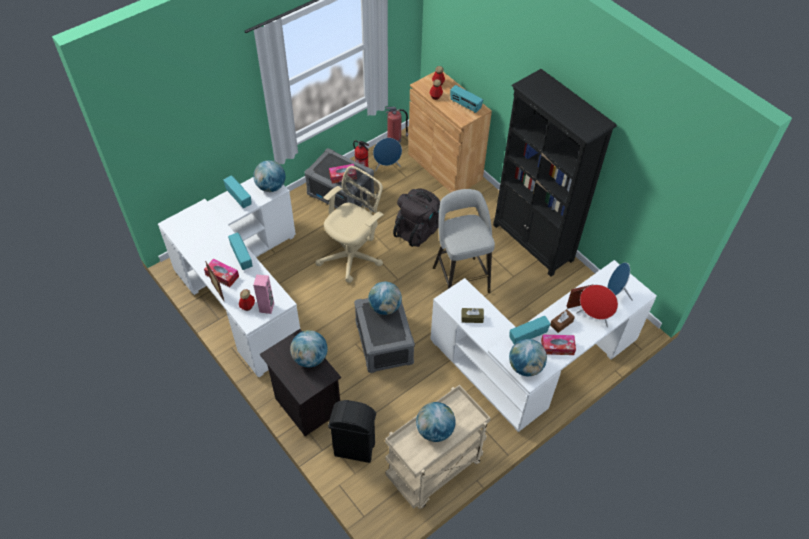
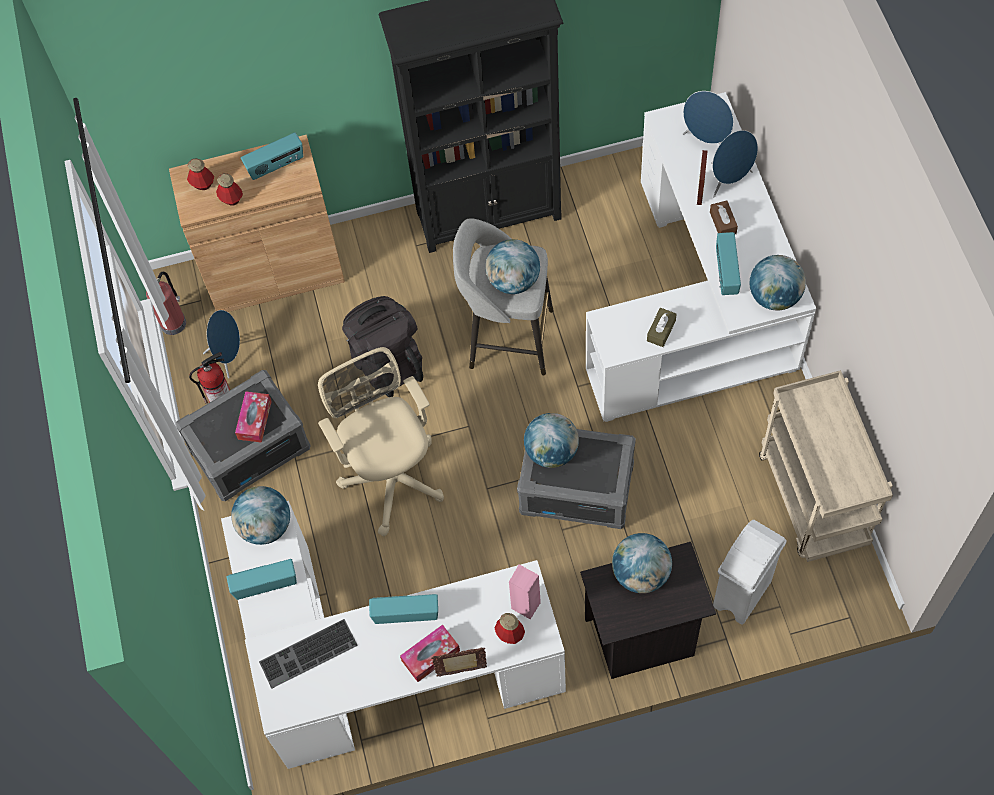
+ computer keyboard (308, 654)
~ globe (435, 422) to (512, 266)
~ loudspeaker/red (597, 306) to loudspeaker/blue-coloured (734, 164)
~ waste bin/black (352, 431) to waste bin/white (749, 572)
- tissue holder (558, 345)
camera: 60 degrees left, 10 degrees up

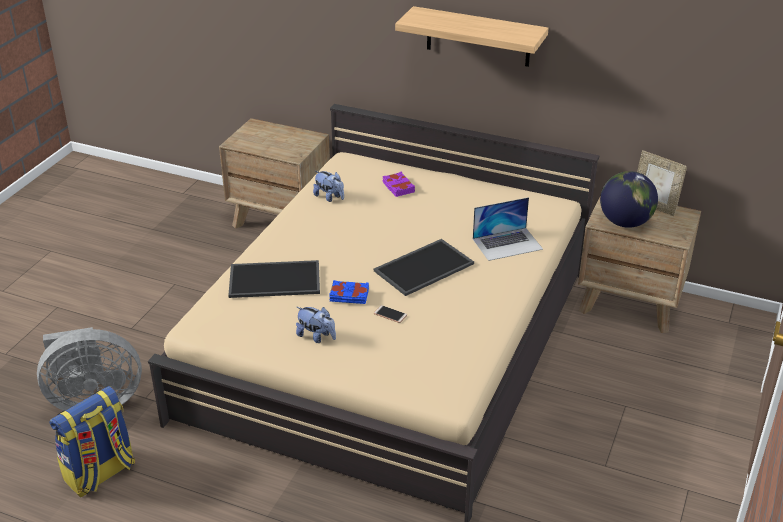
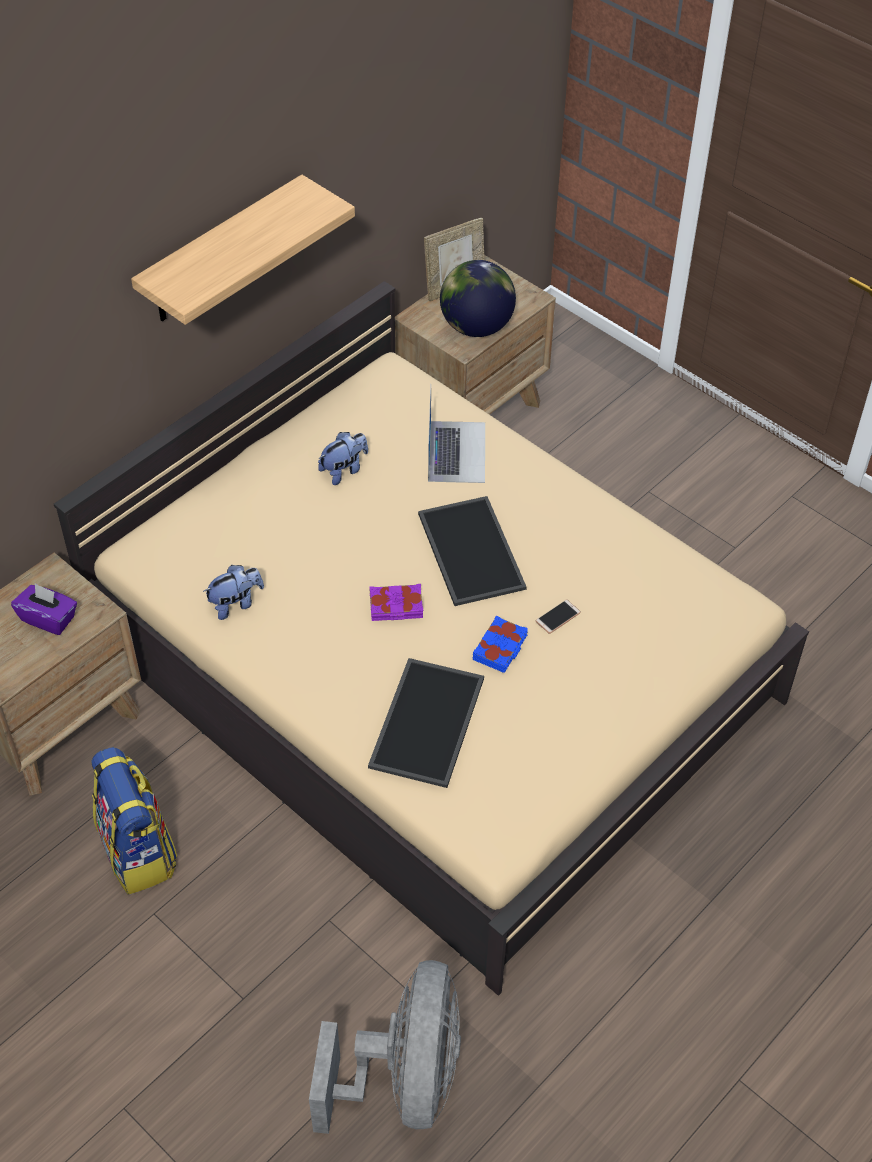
+ tissue holder/purple (44, 609)
~ rucksack (92, 441) to (134, 821)
~ plush toy (316, 325) to (343, 458)
~ volume/purple (399, 184) to (396, 602)
camera: 70 degrees left, 15 degrees up

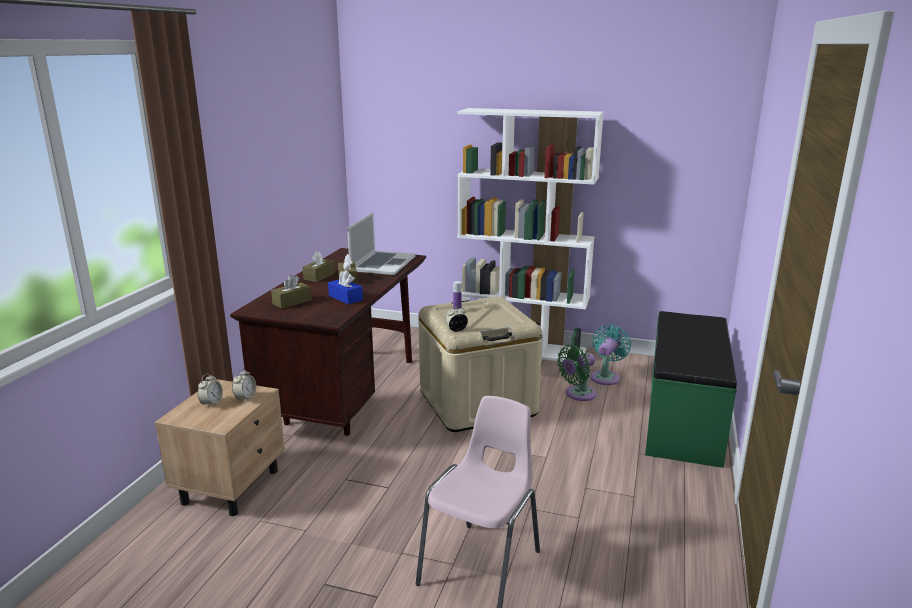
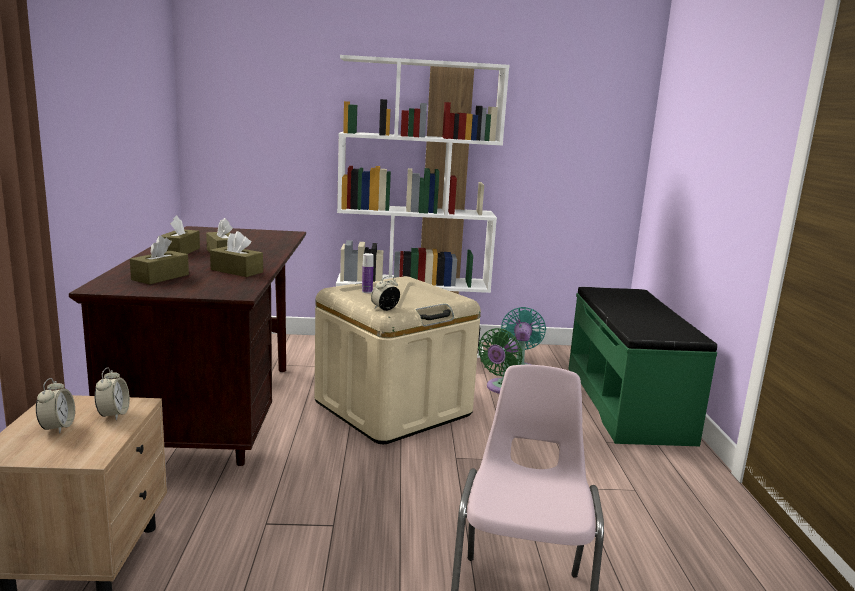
~ tissue holder/blue-coloured (345, 287) to tissue holder/brown-coloured (236, 254)
- portable computer (381, 243)
camera: 20 degrees left, 5 degrees down

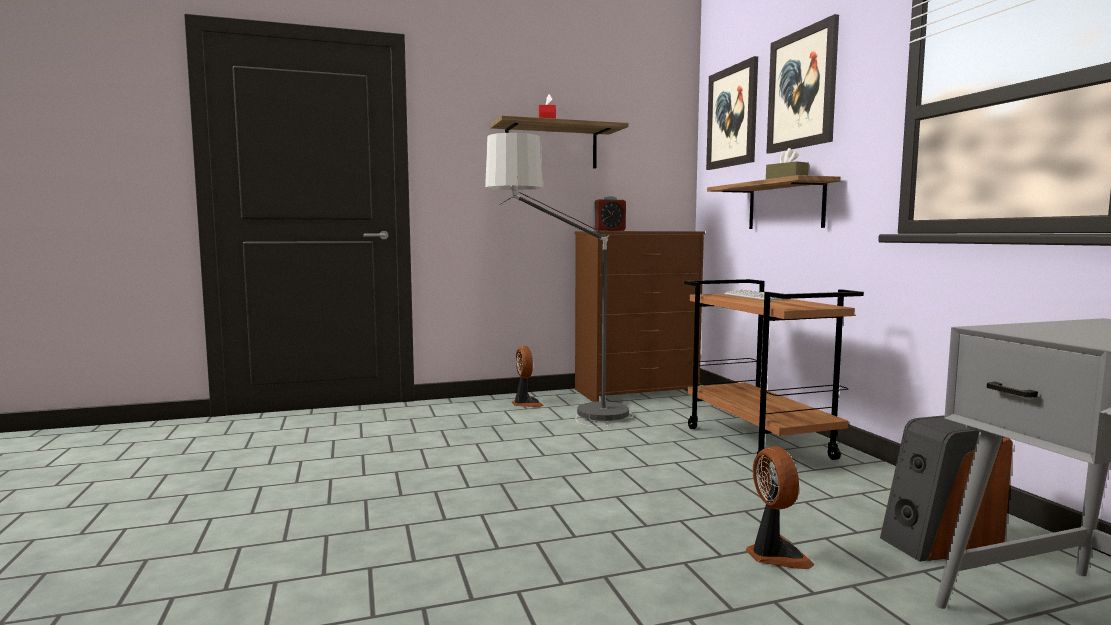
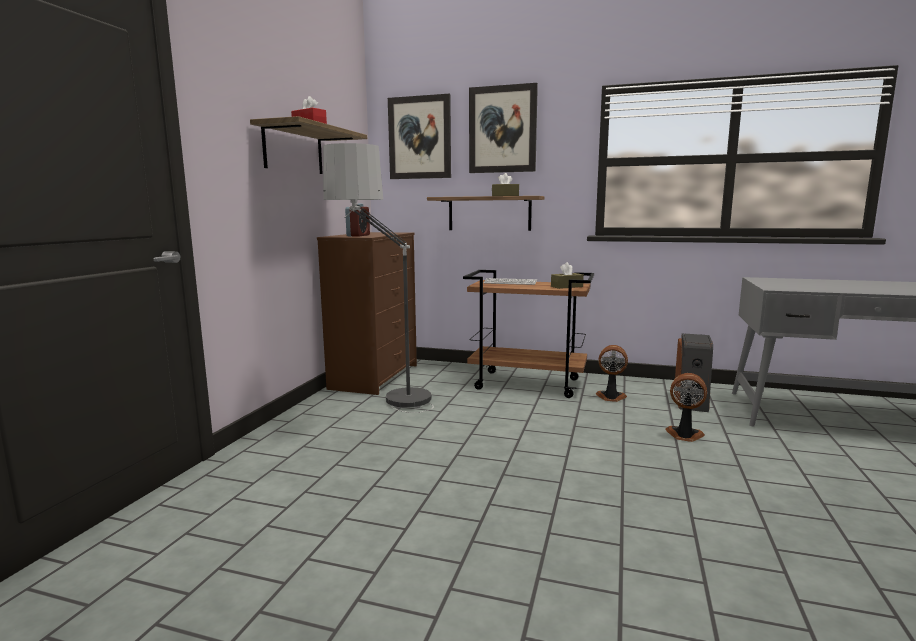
+ tissue holder/brown-coloured (567, 275)
~ electric fan (528, 376) to (611, 373)
camera: 55 degrees left, 5 degrees up

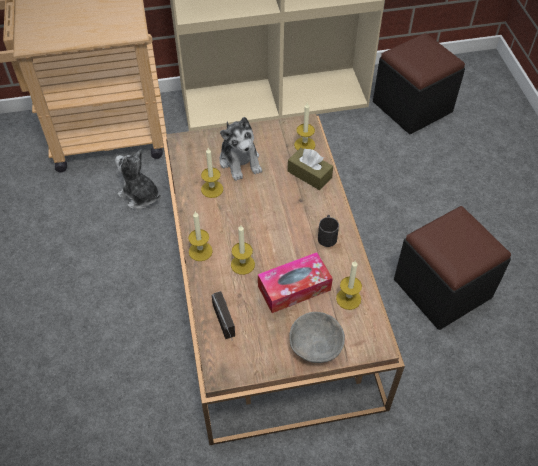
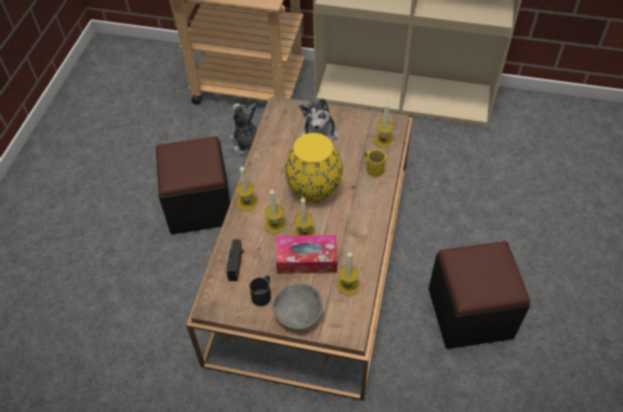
~ ottoman/black (419, 83) to (193, 185)
~ mug/black (328, 231) to (260, 290)
+ flower vase/yellow-coloured (314, 168)
~ candle (212, 173) to (304, 216)
~ tissue holder/brown-coloured (310, 169) to mug/yellow-coloured (375, 163)
camera: 25 degrees right, 0 degrees up

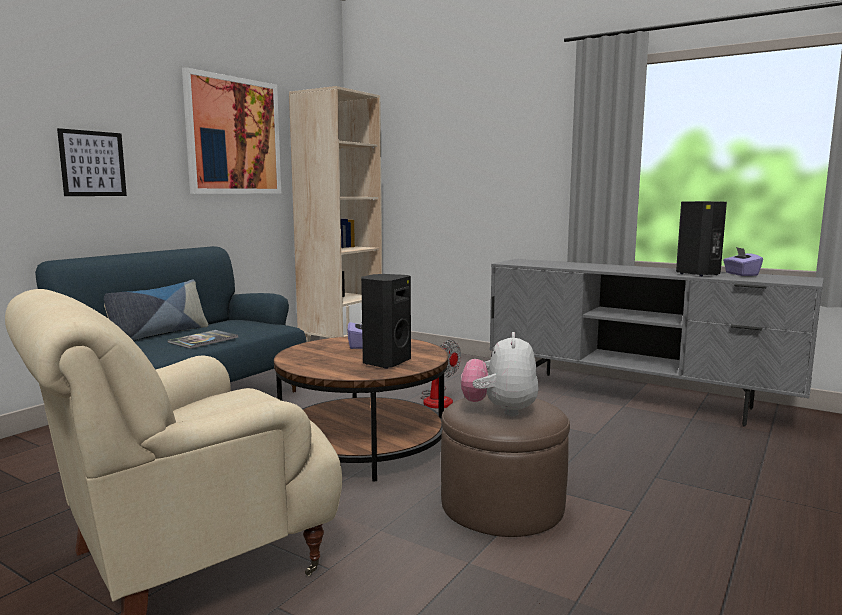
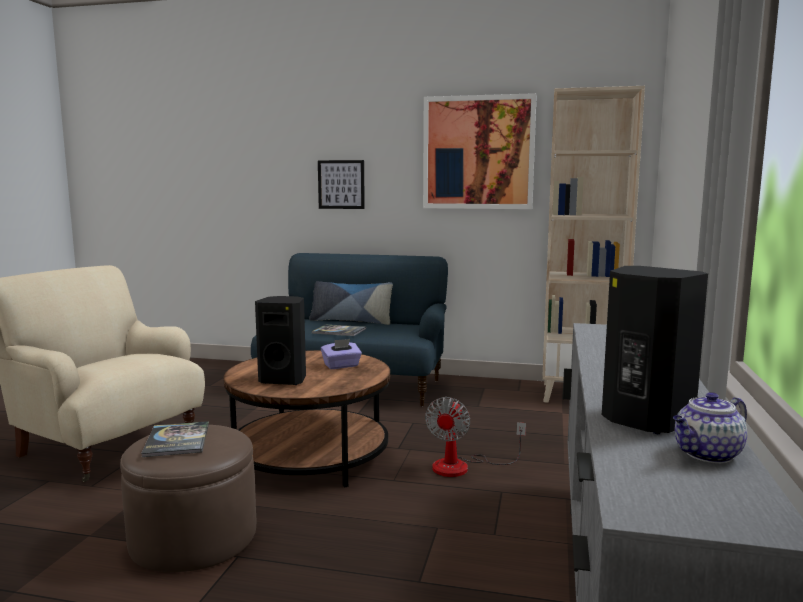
~ plush toy (499, 374) to volume (175, 439)
~ tissue holder/purple (743, 261) to pot for tea (710, 427)
camera: 70 degrees right, 0 degrees up

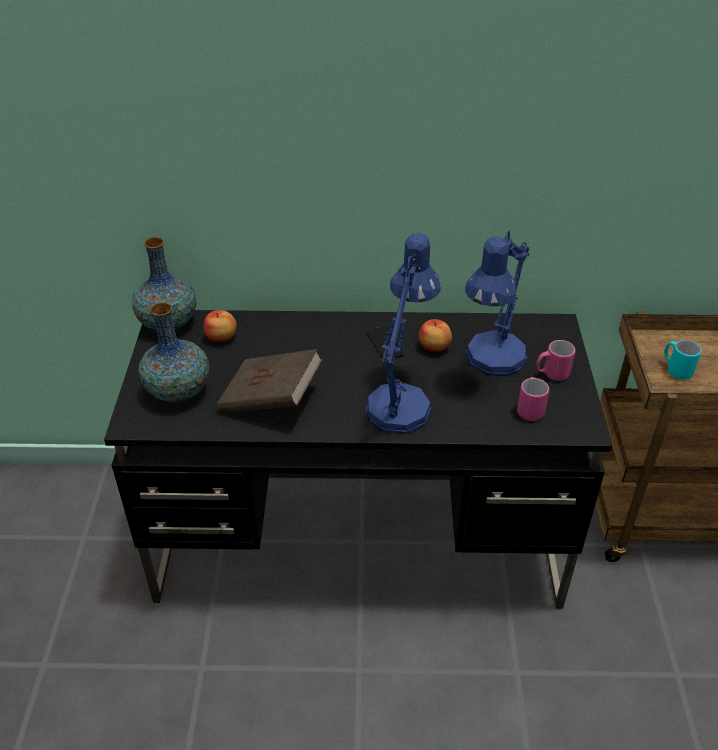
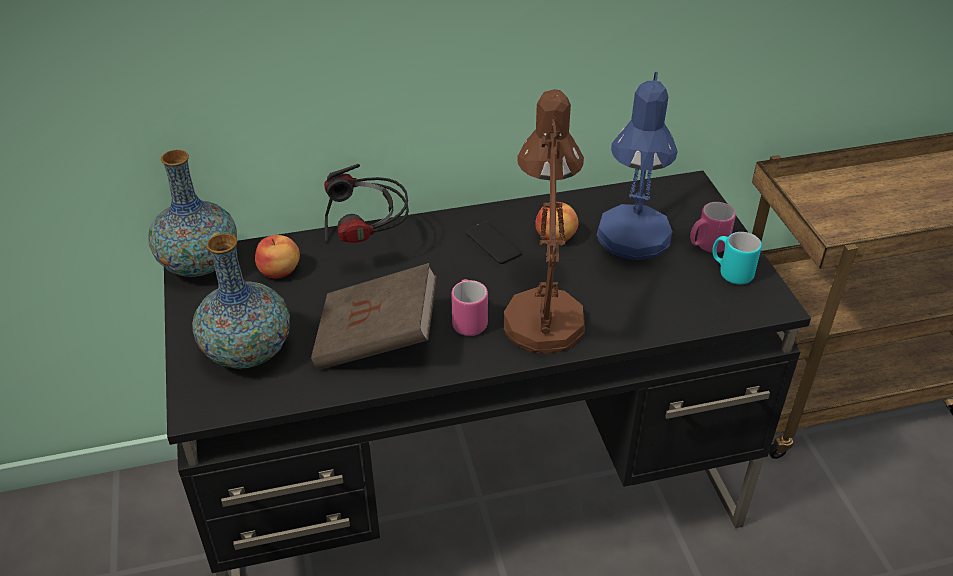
+ headphones (366, 203)
~ mug/pink-coloured (533, 399) to (469, 307)
~ lamp for a table/blue-coloured (403, 333) to lamp for a table/brown-coloured (544, 221)
~ mug/turquoise (683, 360) to (737, 258)
camera: 15 degrees left, 0 degrees up

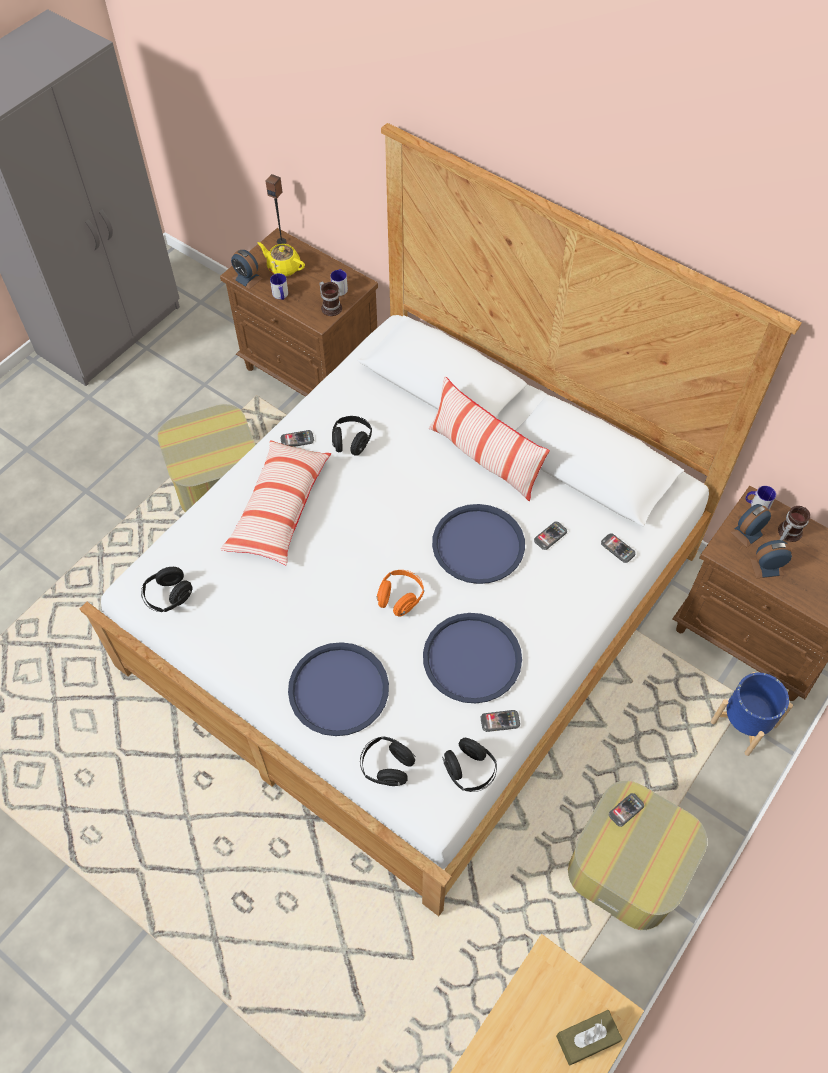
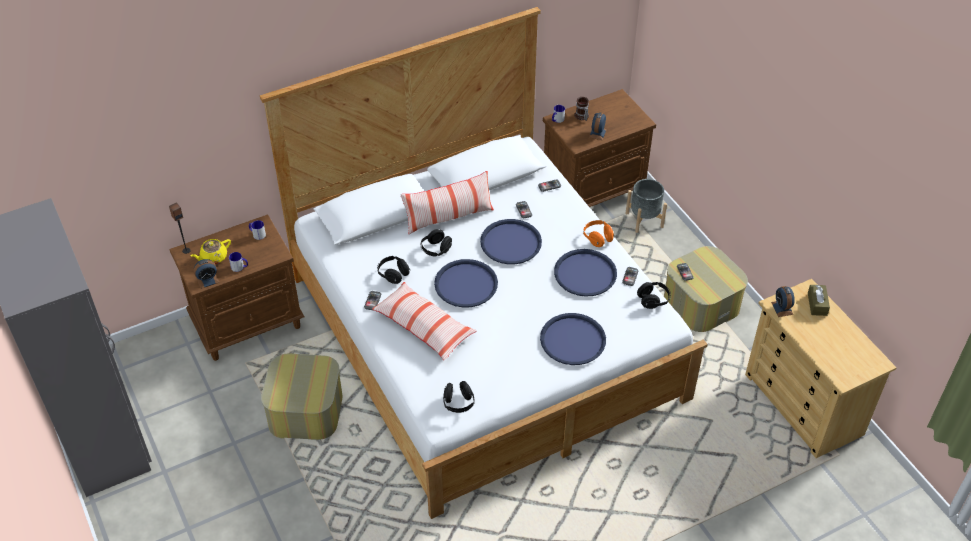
~ headphones/black (388, 761) to (436, 243)
+ carrying tray/blue-coloured (466, 283)
~ headphones/orange (400, 593) to (598, 233)
~ flower pot/blue-coloured (752, 714) to flower pot/greyish (646, 206)
~ alarm clock (750, 525) to (783, 301)
- mug (330, 298)
camera: 65 degrees left, 10 degrees down

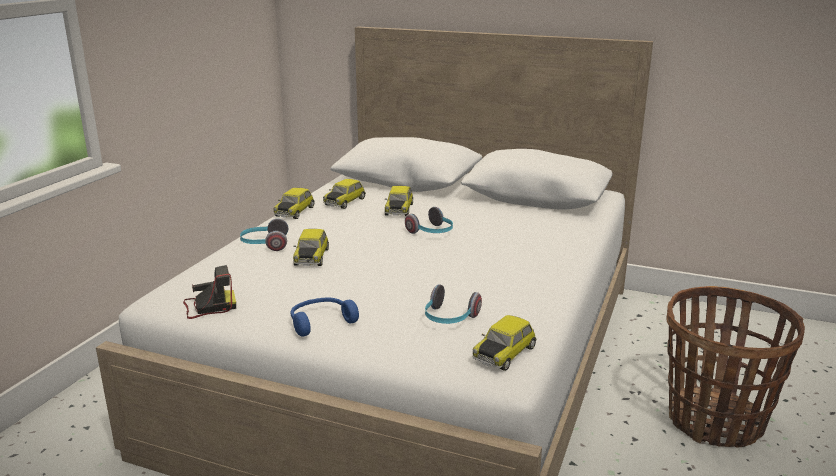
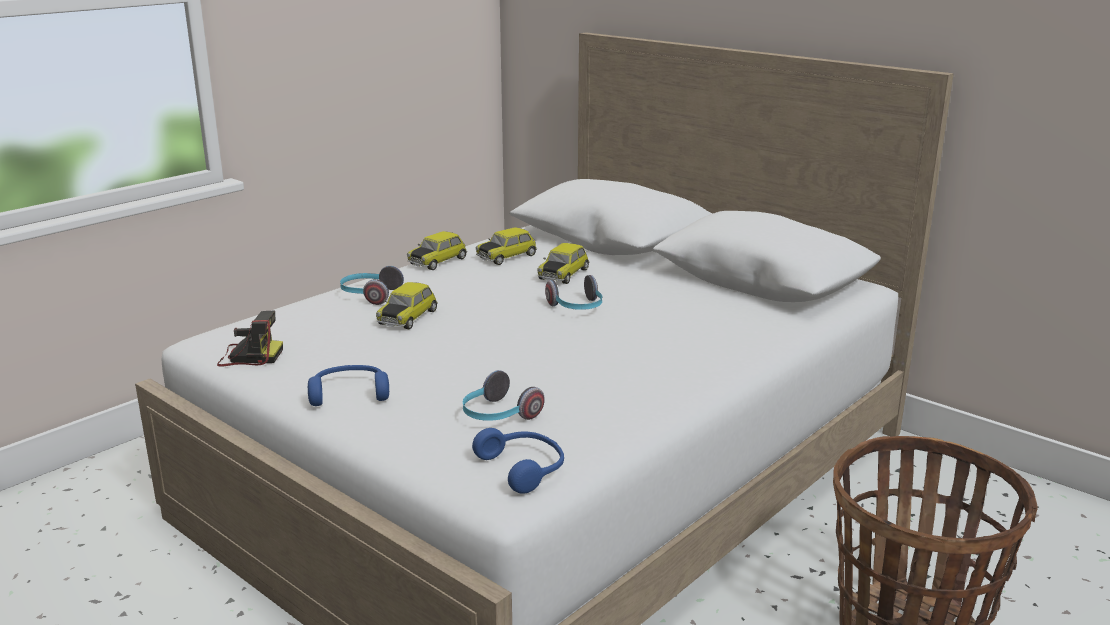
~ toy car (505, 343) to headphones/blue-coloured (518, 461)
camera: 20 degrees right, 0 degrees up

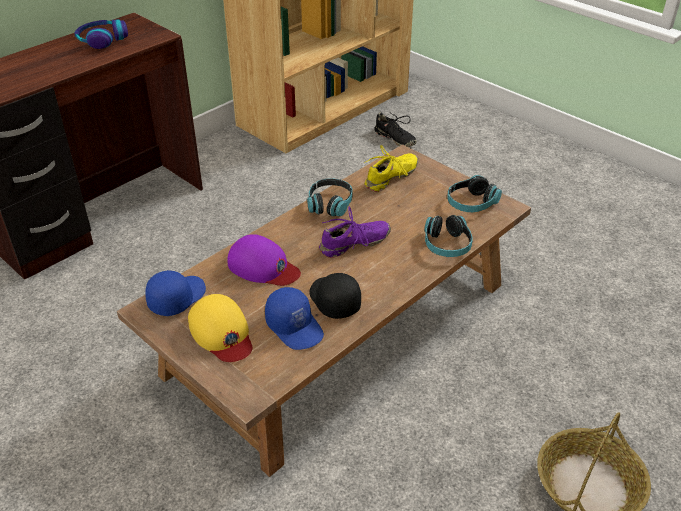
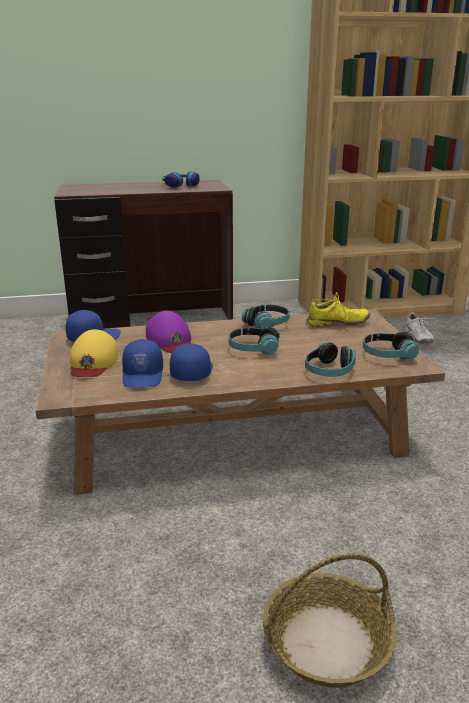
~ peaked cap/black (335, 296) to peaked cap/blue-coloured (191, 362)
~ shoe/purple (355, 232) to headphones (254, 340)
~ shoe/black (395, 129) to shoe/white (418, 328)
camera: 35 degrees right, 15 degrees down

